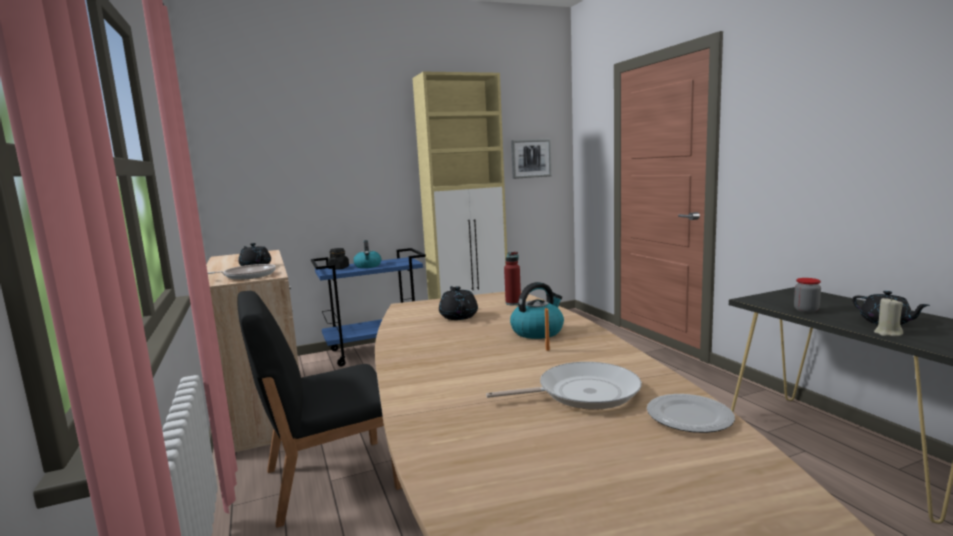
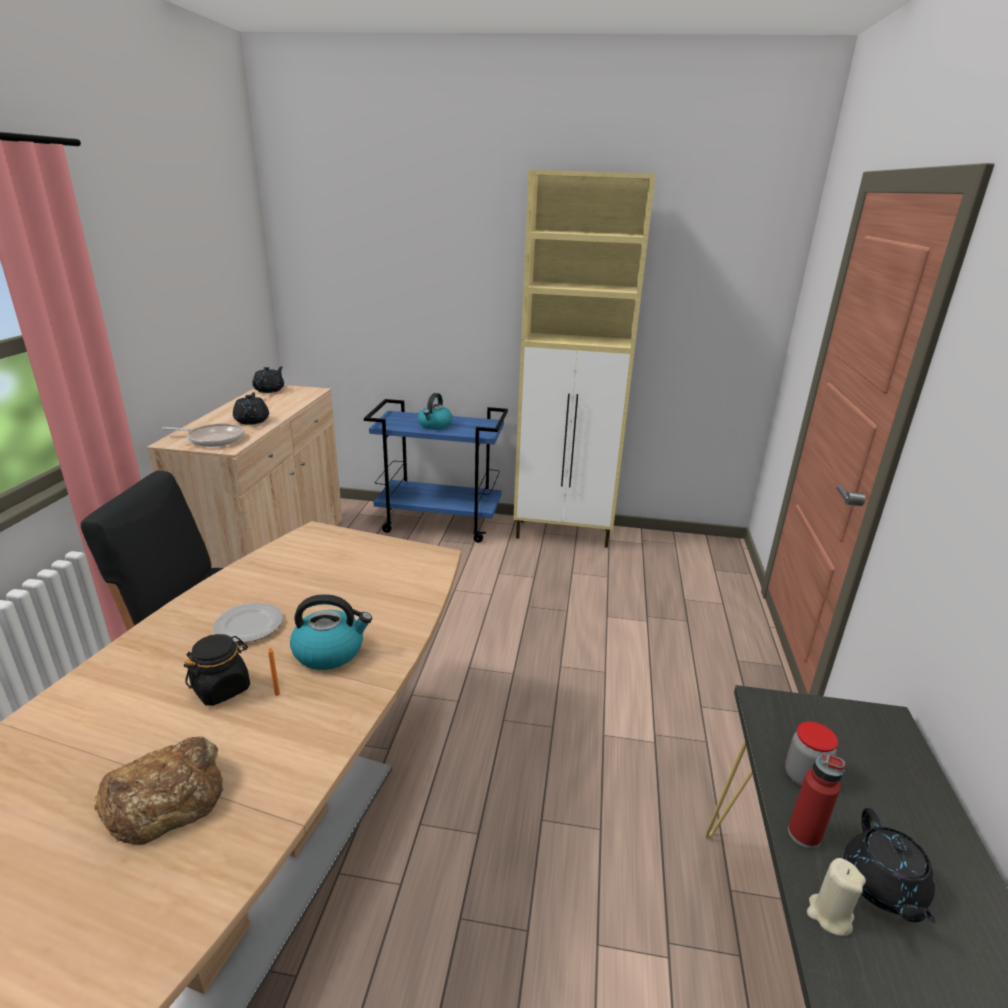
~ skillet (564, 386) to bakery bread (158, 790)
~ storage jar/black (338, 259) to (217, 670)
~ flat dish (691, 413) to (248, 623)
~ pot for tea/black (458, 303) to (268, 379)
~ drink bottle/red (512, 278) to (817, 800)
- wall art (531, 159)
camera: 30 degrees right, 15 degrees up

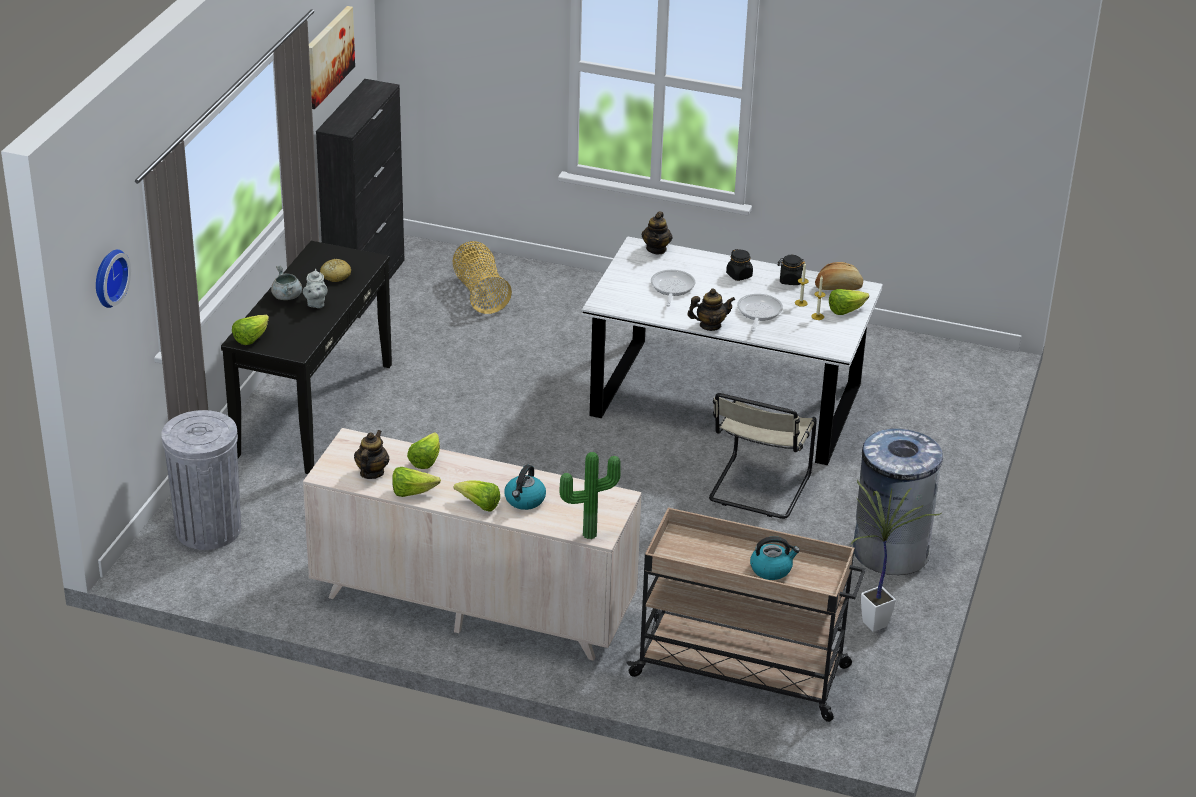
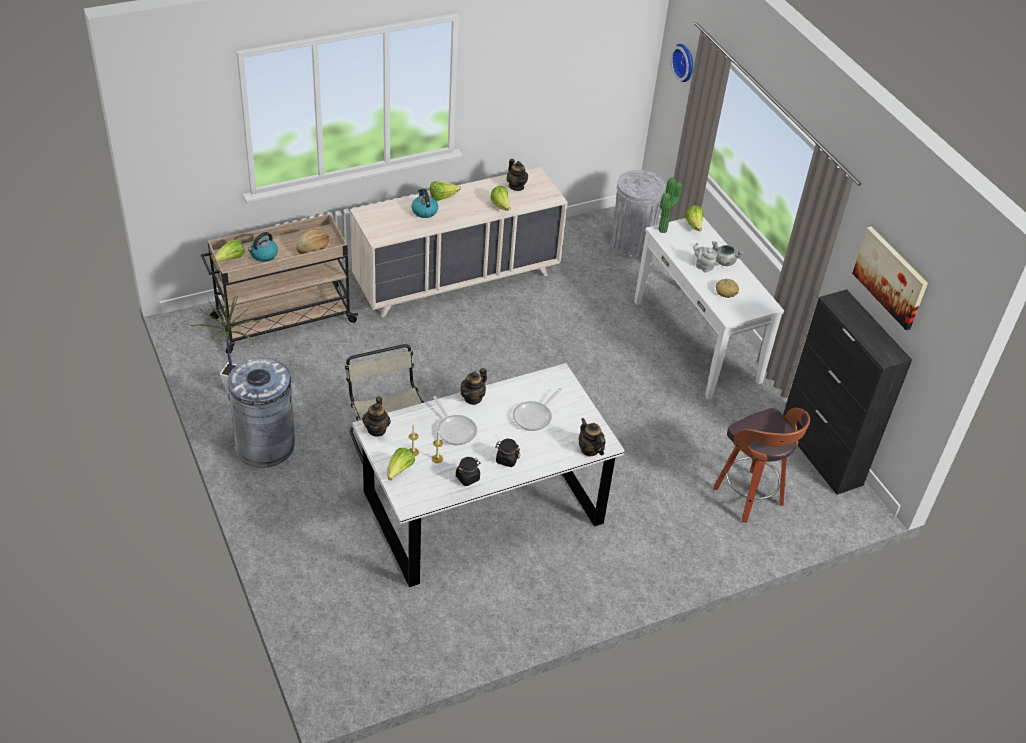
~ lettuce (416, 482) to (229, 250)
~ bakery bread (839, 276) to (312, 241)
+ pot for tea (376, 417)
~ skillet (673, 288) = (537, 409) 75 degrees clockwise
~ console table/black (306, 357) to console table/white (709, 308)
~ potted plant (590, 495) to (670, 205)
~ household basket (482, 277) to sitting stool (761, 465)
camera: 135 degrees right, 10 degrees up

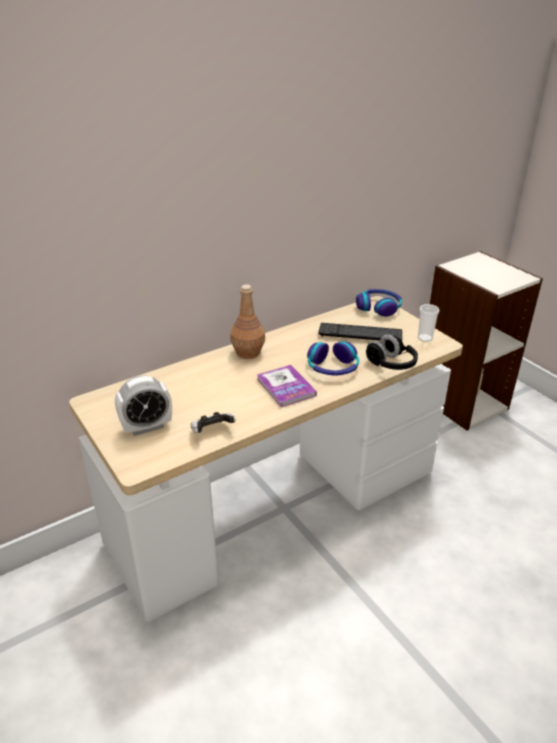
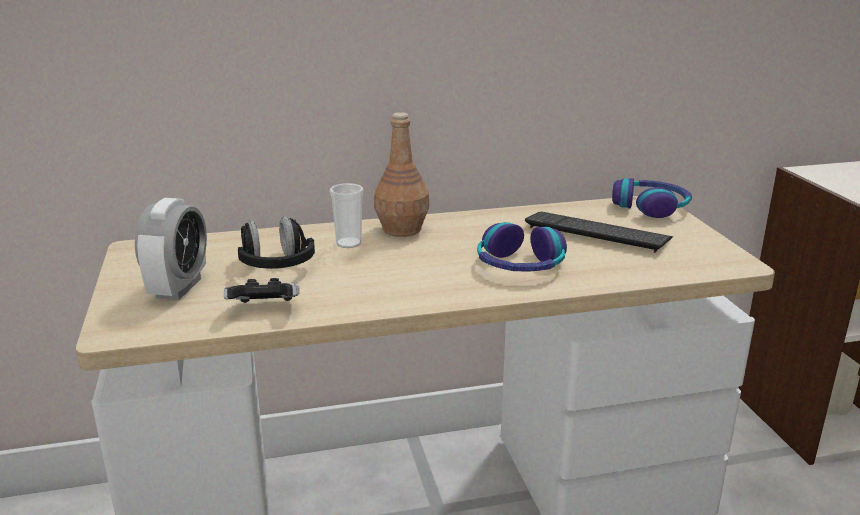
~ alarm clock (143, 406) = (171, 249) 75 degrees counterclockwise
~ headphones/black (392, 352) to (276, 242)
~ cup (428, 323) to (346, 215)
- volume (287, 386)
camera: 20 degrees right, 10 degrees down

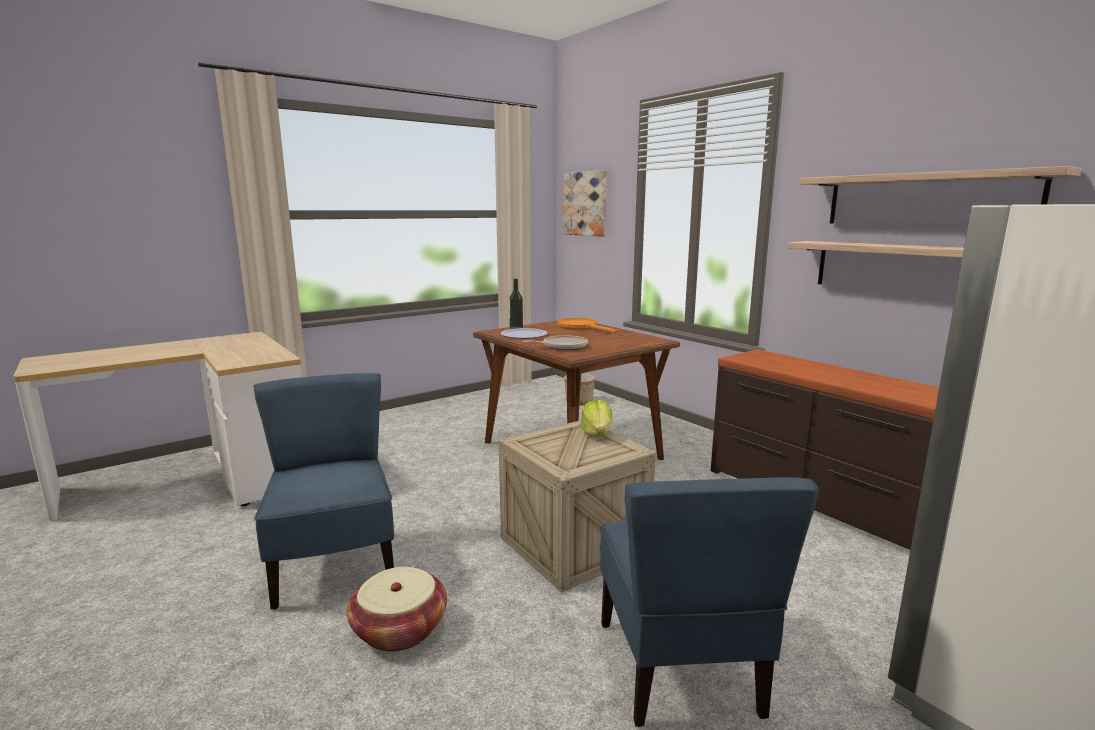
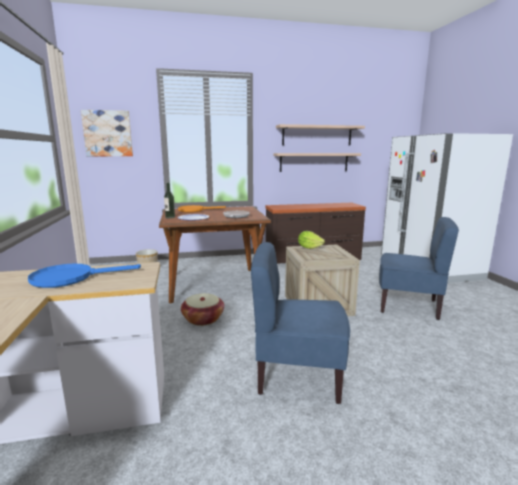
+ skillet/blue-coloured (84, 276)
~ household basket (397, 609) to (202, 309)
camera: 65 degrees left, 0 degrees up

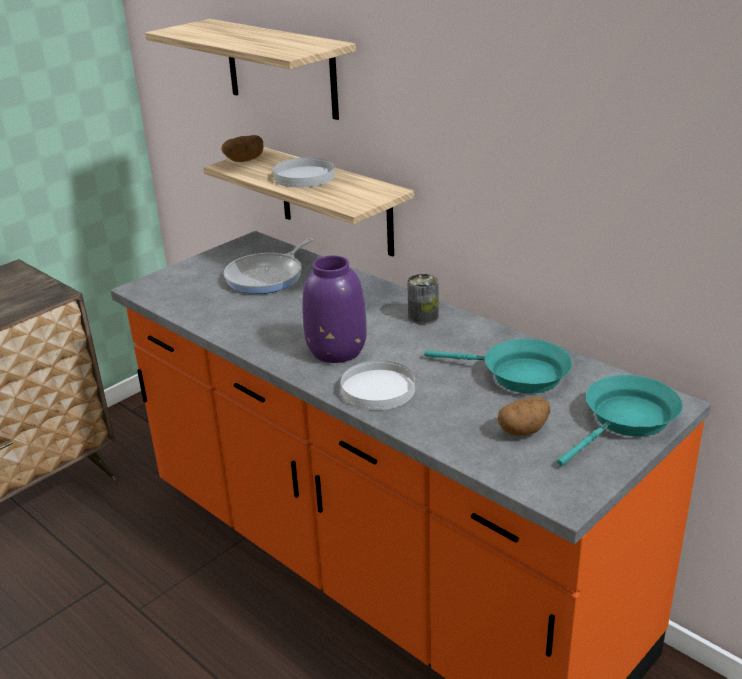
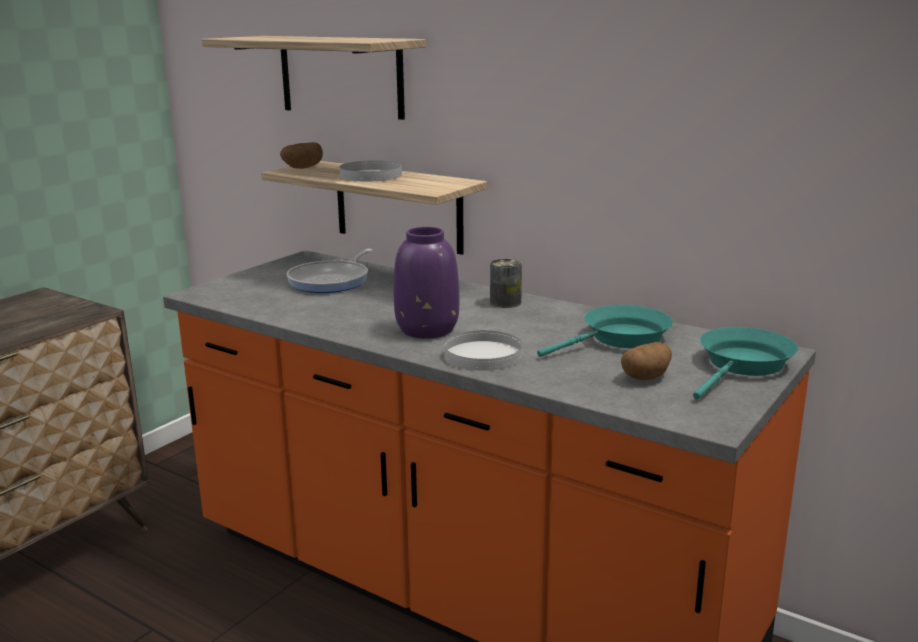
~ skillet/turquoise (498, 366) = (605, 331) 45 degrees counterclockwise
camera: 10 degrees left, 10 degrees down

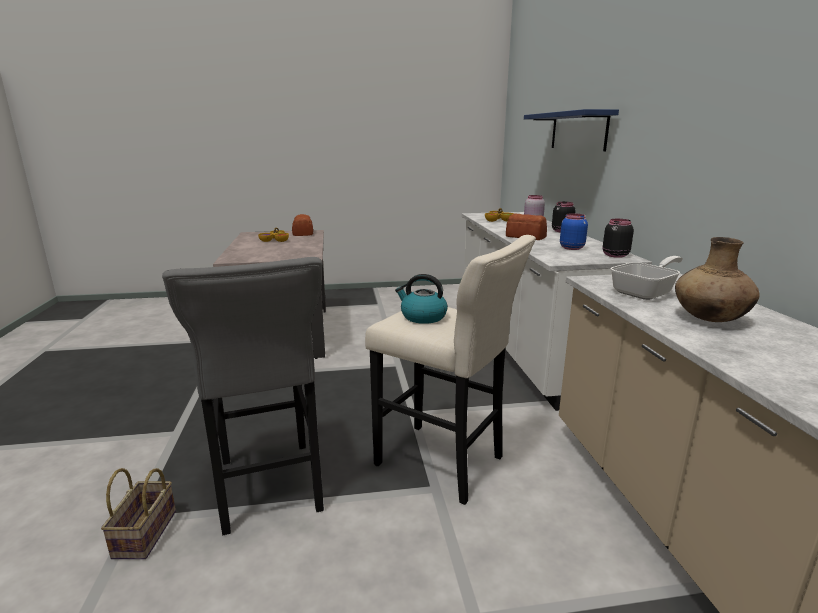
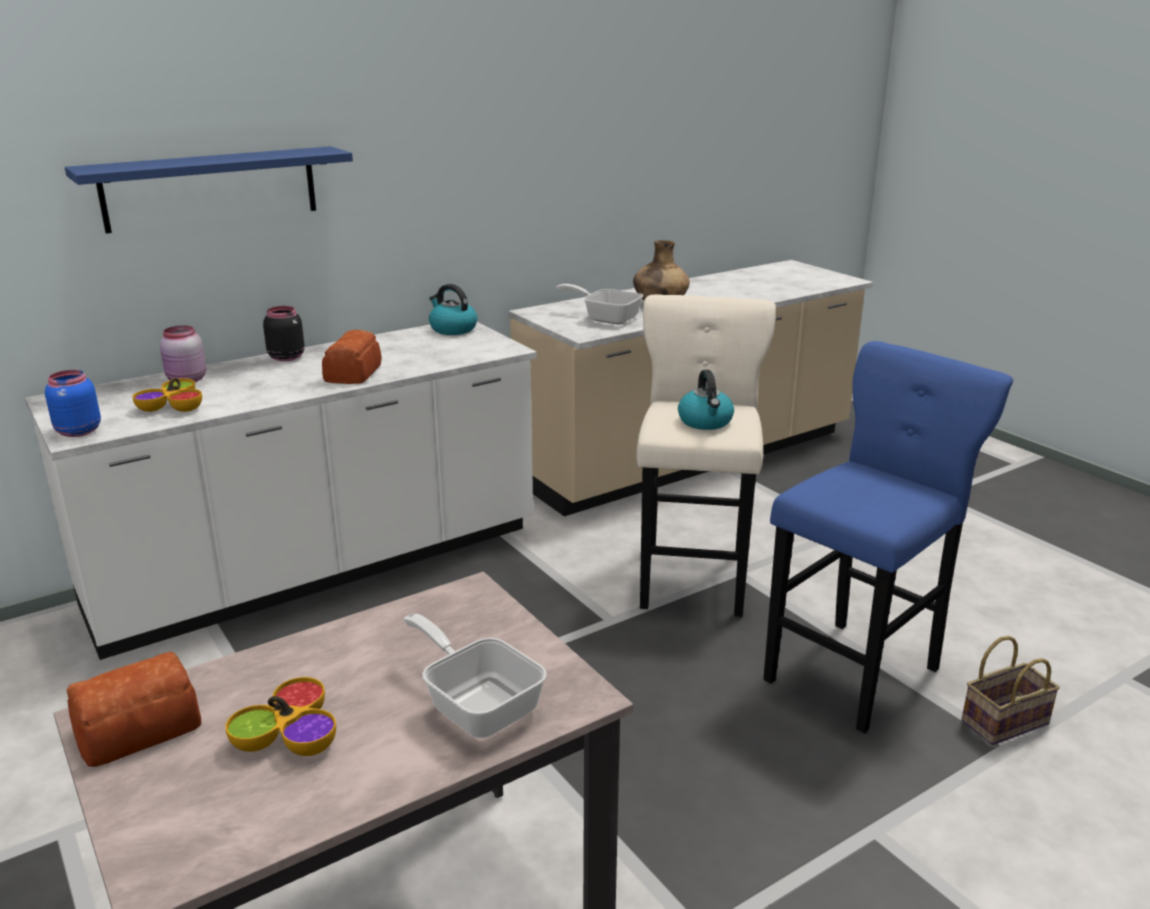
~ storage jar/blue-coloured (574, 231) to (73, 403)
+ skillet (475, 676)
~ storage jar/black (618, 238) to kettle (453, 309)
~ sitting stool/greyish (243, 396) to sitting stool/blue-coloured (888, 537)
camera: 115 degrees left, 5 degrees up

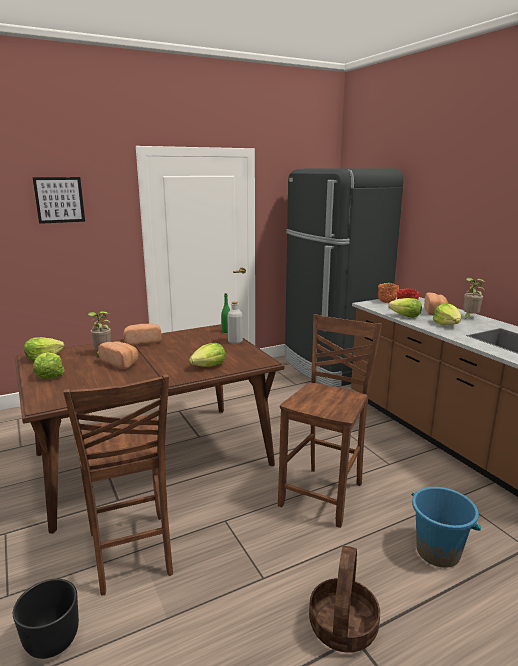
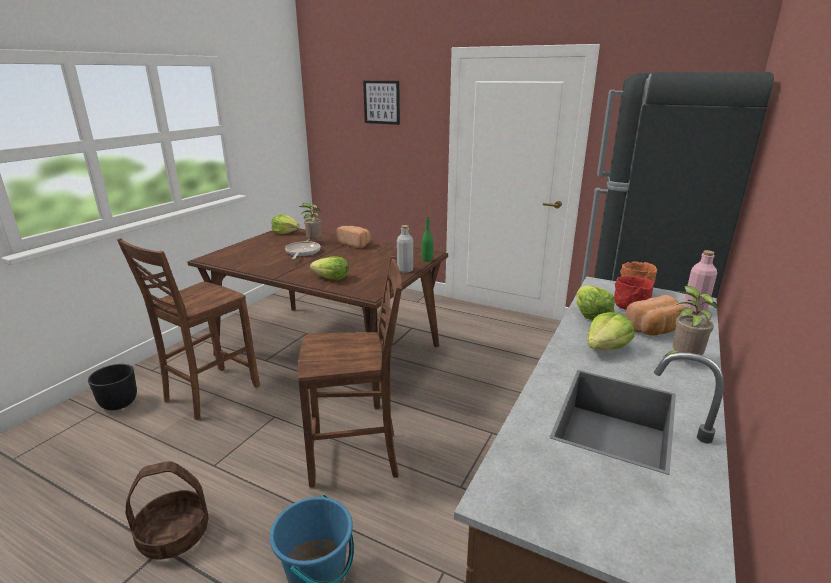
~ bakery bread (118, 355) to skillet (303, 250)
+ drink bottle/pink-coloured (700, 282)
- lettuce (48, 365)
camera: 55 degrees right, 5 degrees up

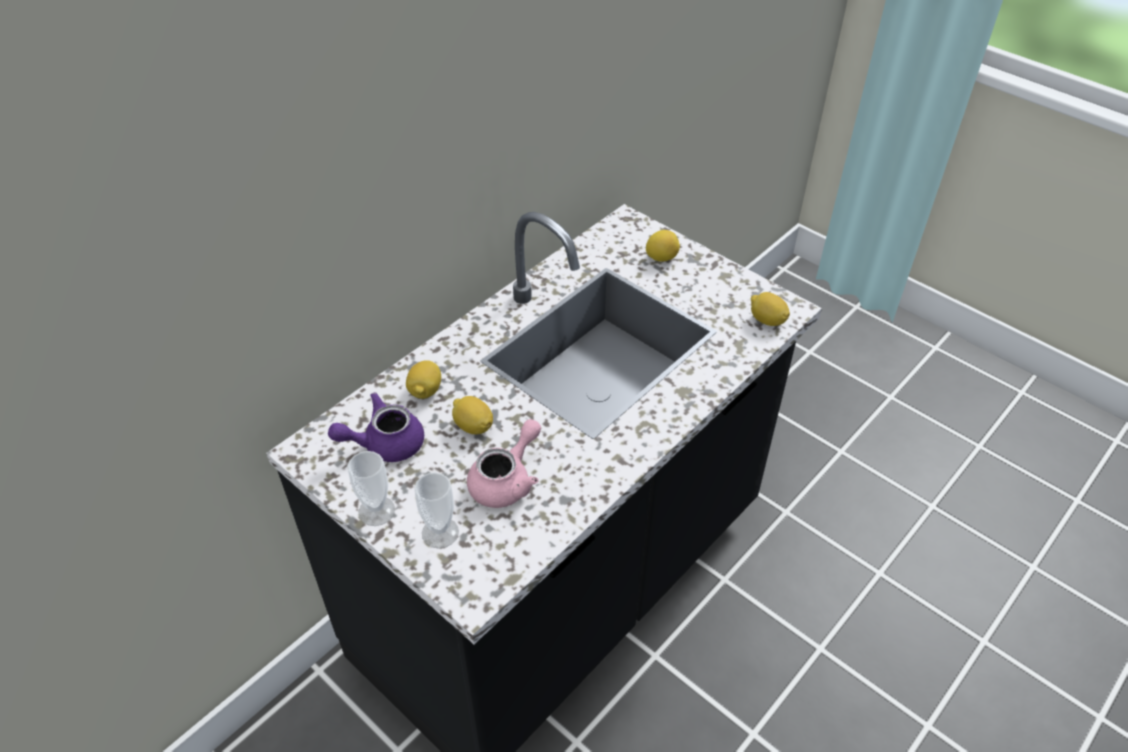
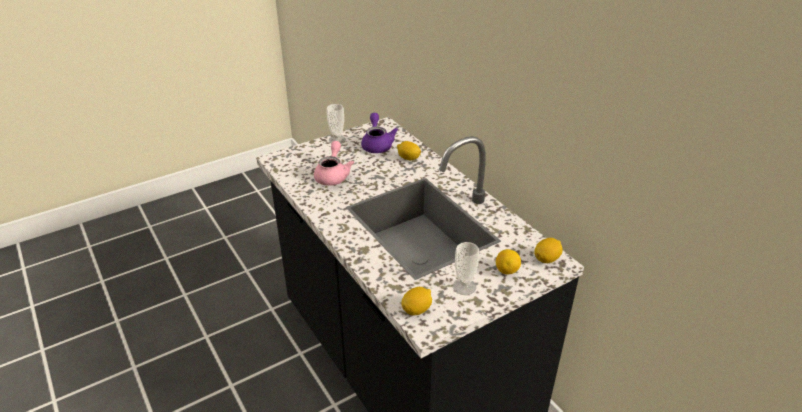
~ pot for tea/pink-coloured (504, 463) = (334, 163) 135 degrees counterclockwise
~ cup (436, 510) to (466, 268)
~ lemon (472, 415) to (548, 250)
camera: 105 degrees right, 10 degrees down

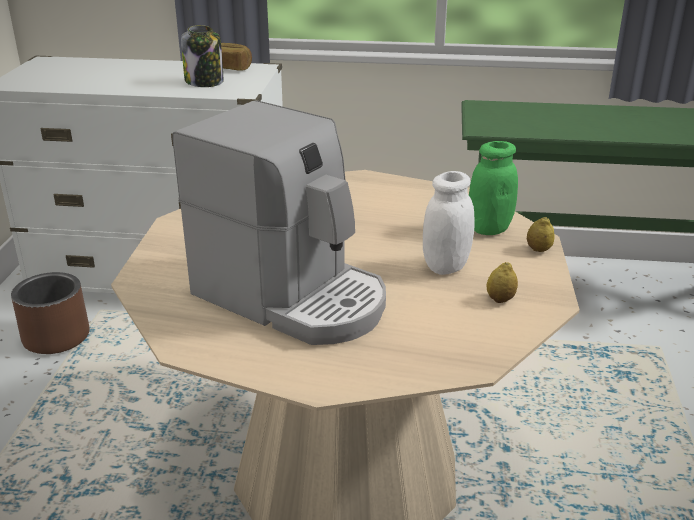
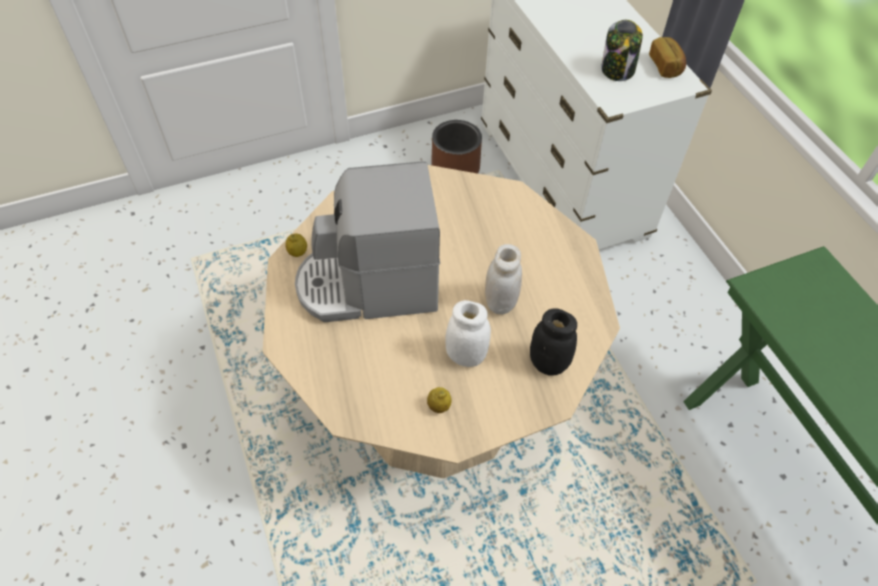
~ lemon (541, 234) to (296, 245)
~ coffee maker (279, 222) = (367, 241) 75 degrees clockwise
+ storage jar/white (503, 279)
~ storage jar/greenish (493, 188) to storage jar/black (553, 342)
camera: 60 degrees right, 25 degrees up

